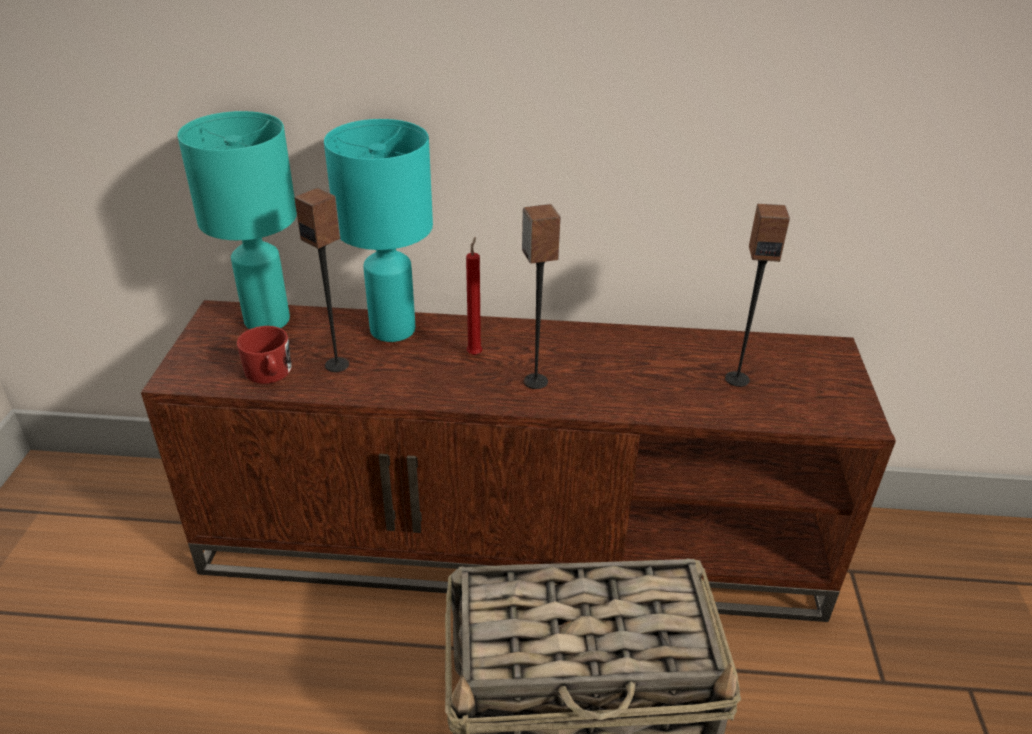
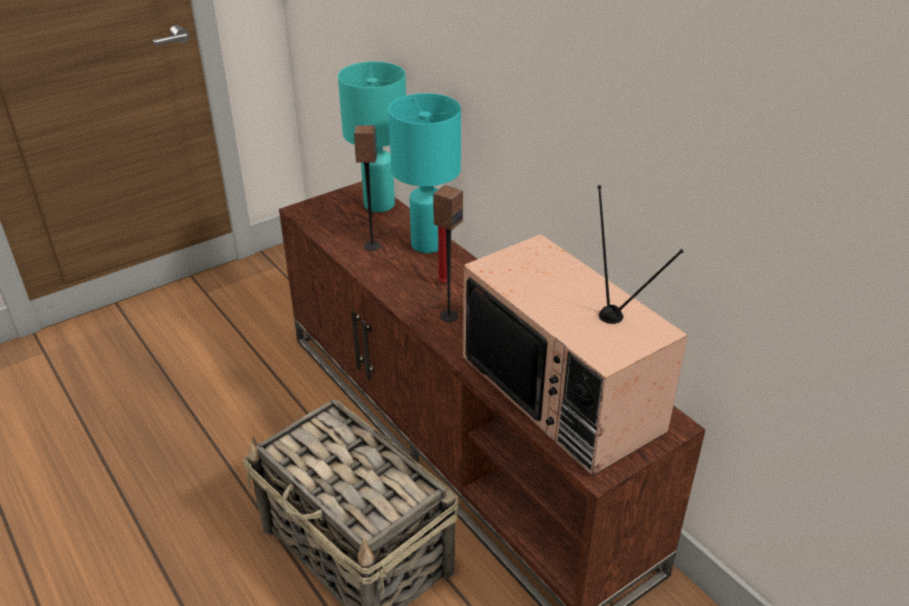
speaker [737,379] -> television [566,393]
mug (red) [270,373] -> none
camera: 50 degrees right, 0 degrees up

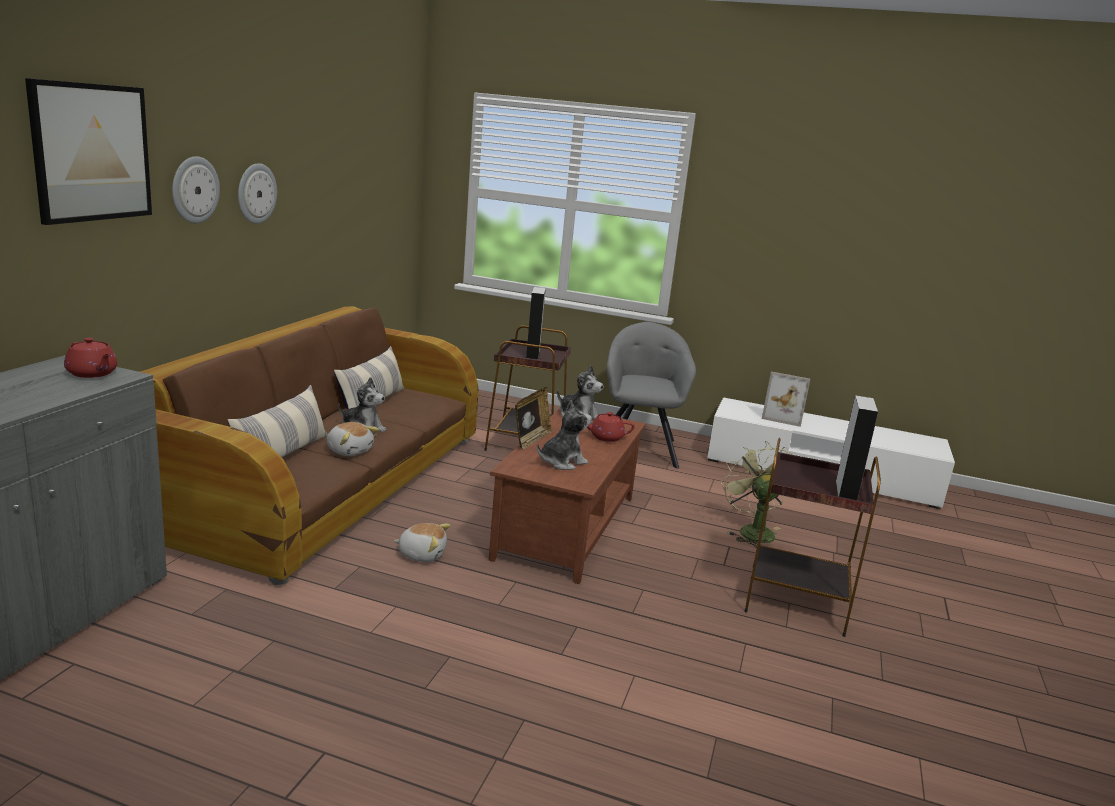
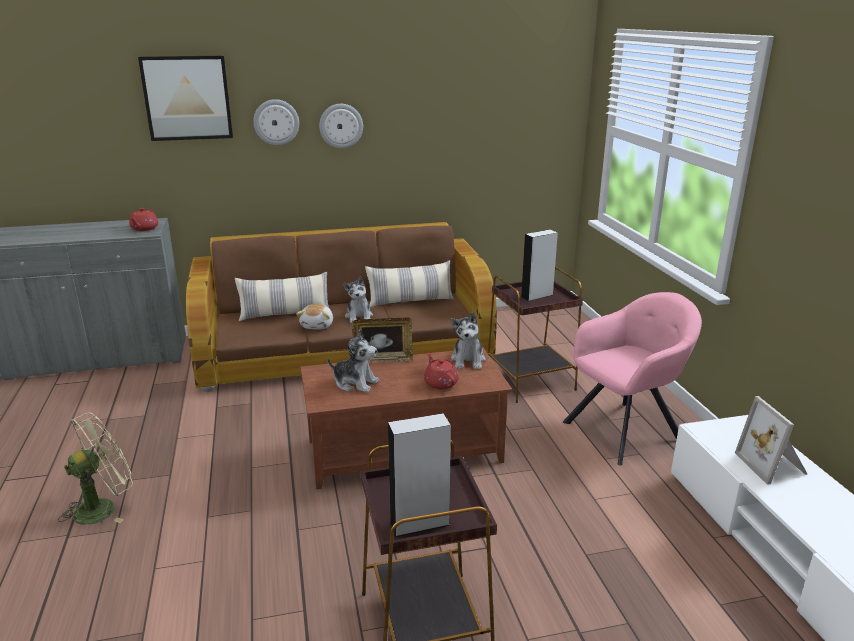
armchair (grey) [639,448] -> armchair (pink) [626,430]
fan (green) [752,531] -> fan (green) [103,507], shifted
plush toy [422,554] -> none
camera: 60 degrees right, 5 degrees up

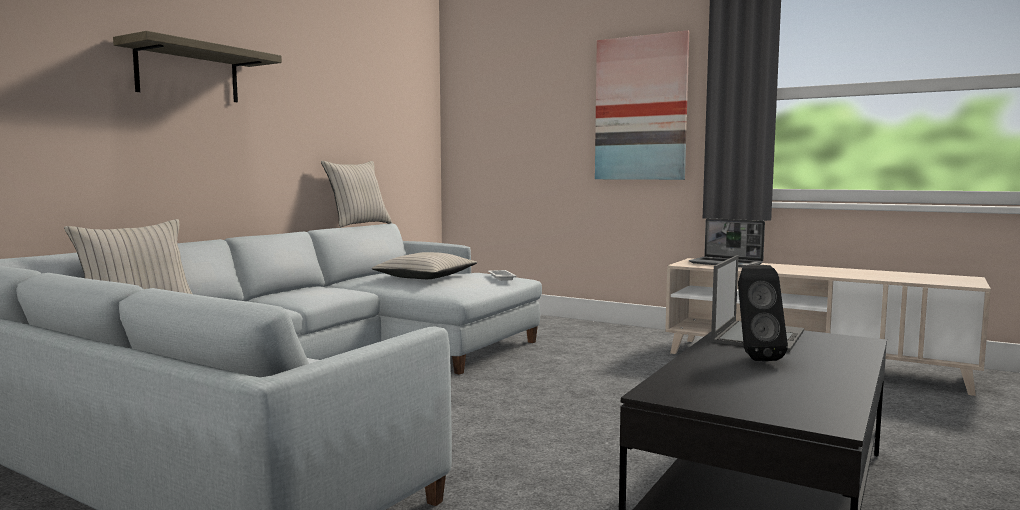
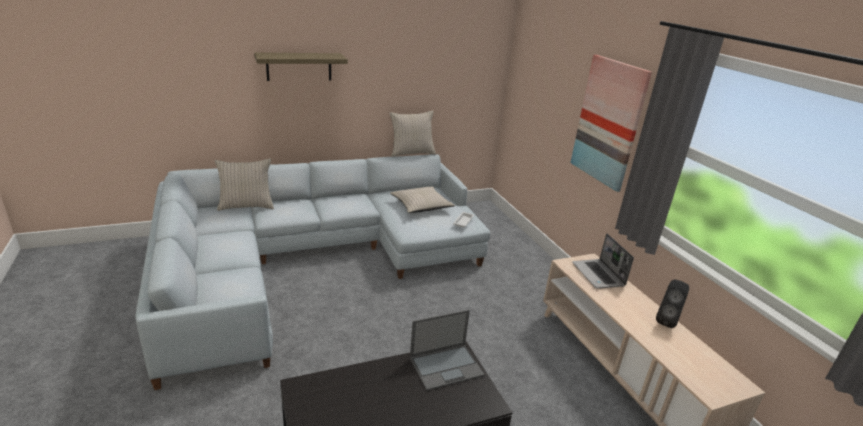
speaker (black) [754,357] -> speaker (black) [667,320], shifted
camera: 35 degrees right, 20 degrees up

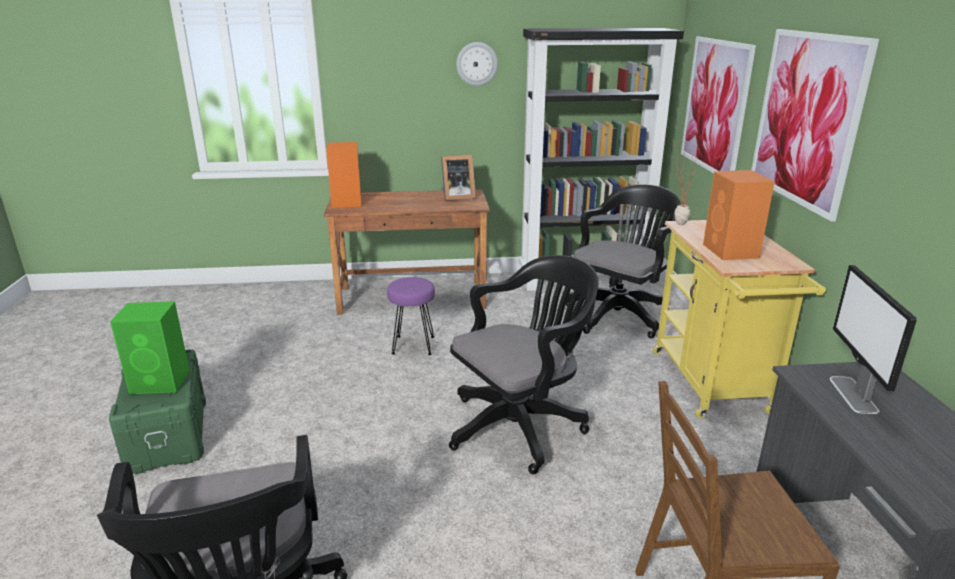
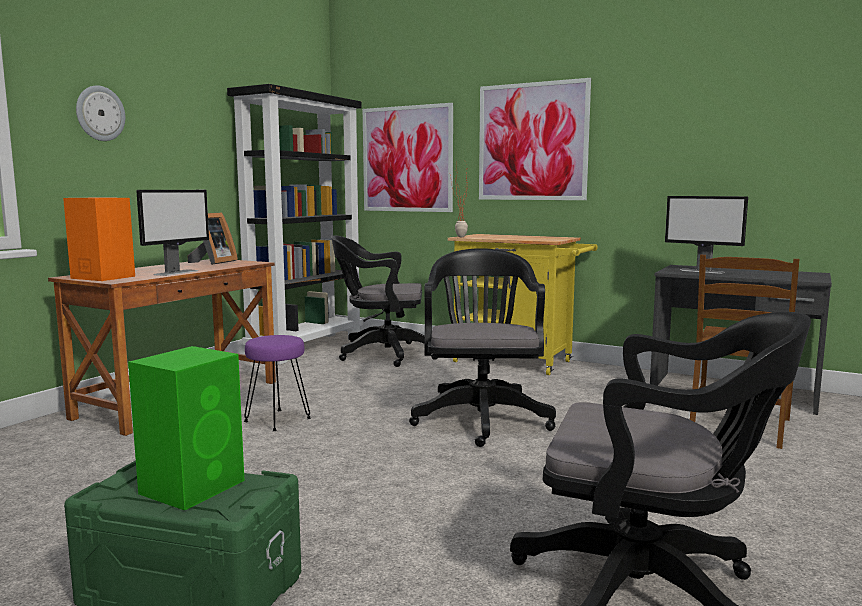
wall clock [477,64] -> wall clock [100,113], shifted
speaker (orange) [731,251] -> none
office chair (black) [619,314] -> office chair (black) [382,354], 75 degrees counterclockwise
none -> monitor [176,272]
camera: 55 degrees left, 15 degrees down

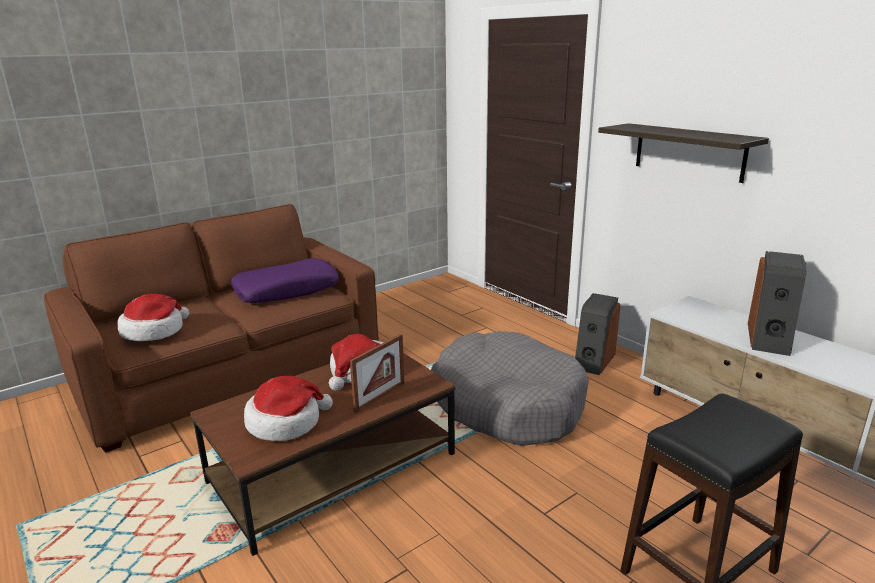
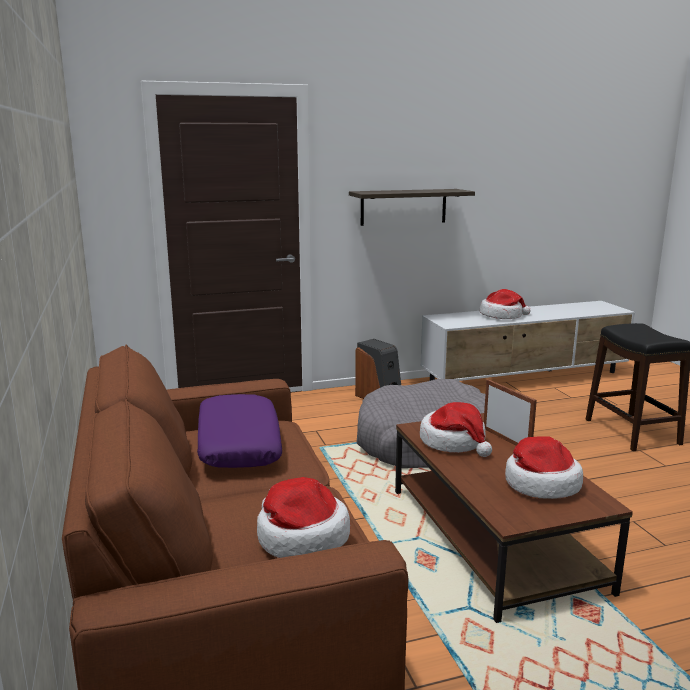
speaker [770,338] -> hat [502,315]
camera: 70 degrees left, 5 degrees down

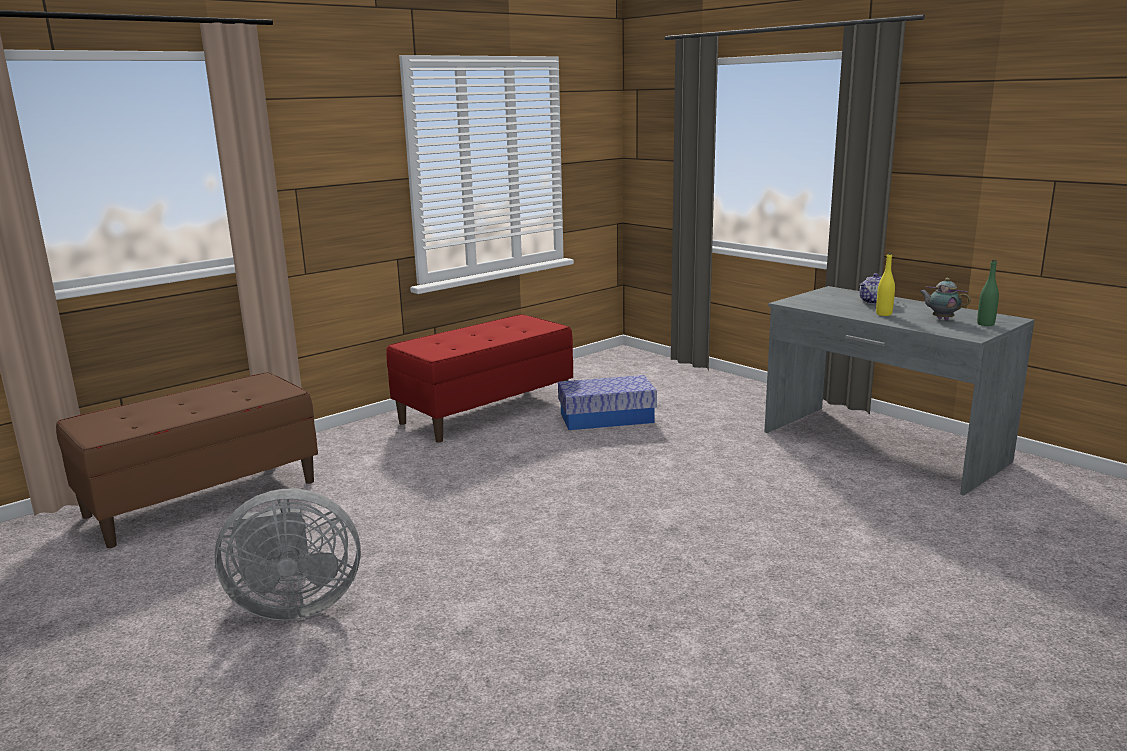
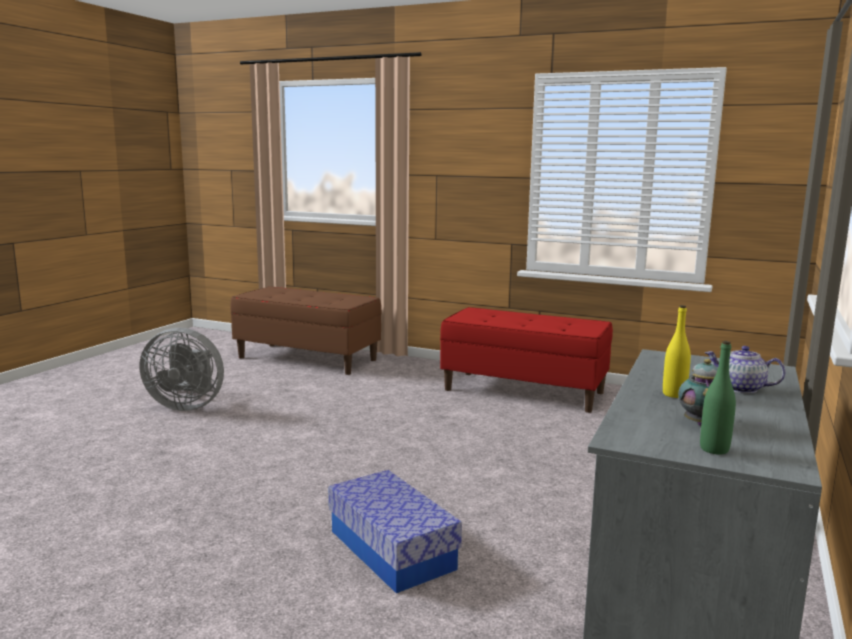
storage box [606,418] -> storage box [392,549], shifted
fan (grey) [293,606] -> fan (grey) [186,405], 45 degrees counterclockwise
camera: 65 degrees right, 5 degrees down

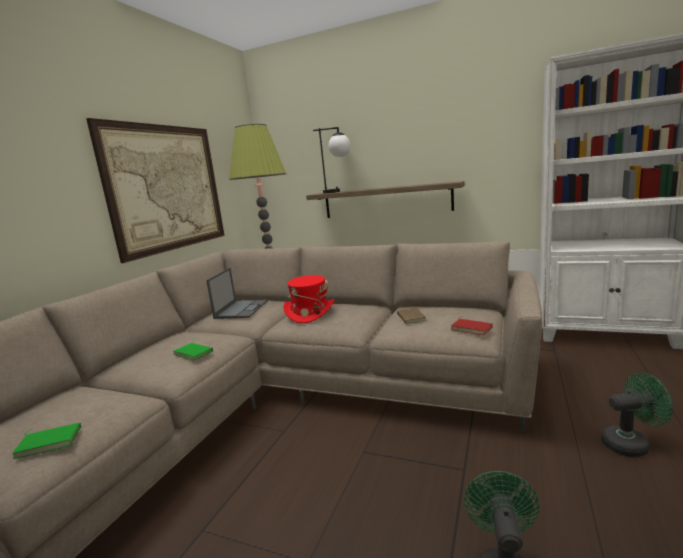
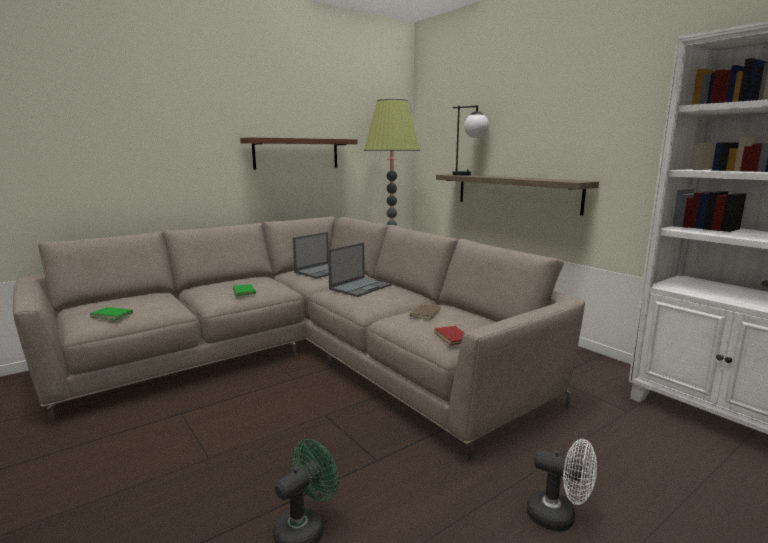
picture [167,188] -> shelf [296,153]
hat (red) [310,313] -> laptop [360,287]
fan (green) [631,444] -> fan (white) [559,517]
camera: 30 degrees right, 0 degrees up

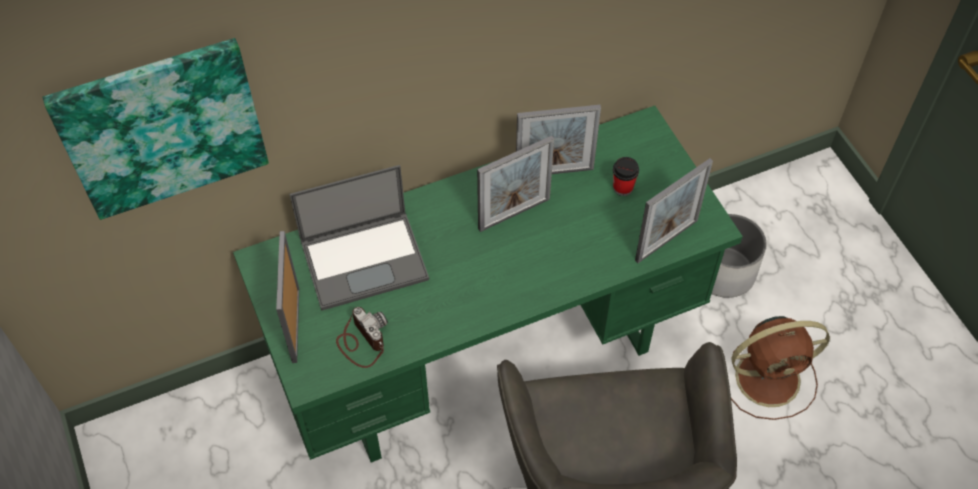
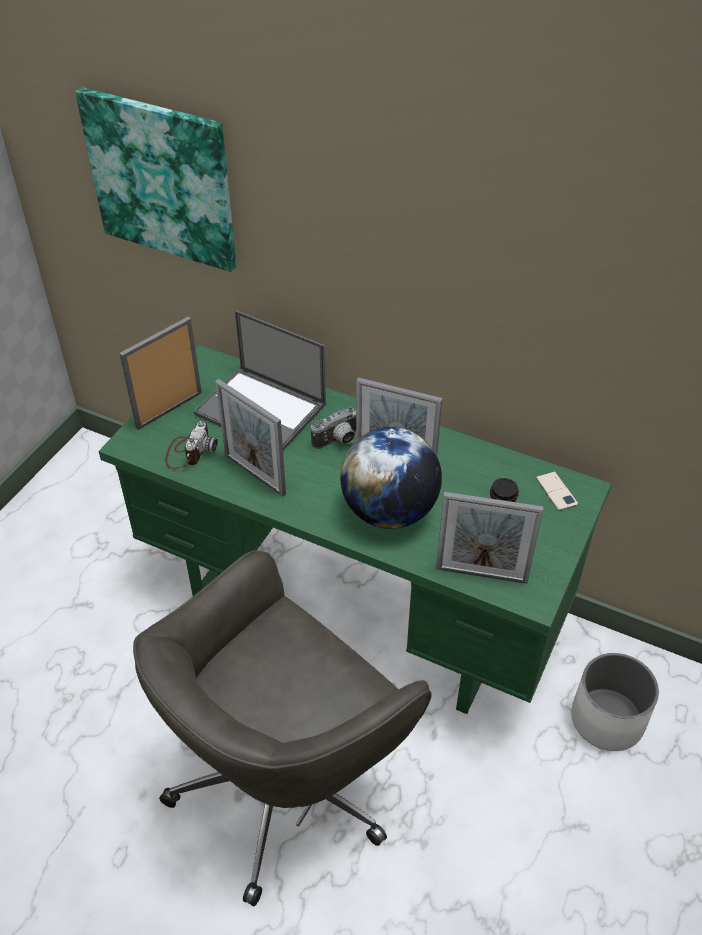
picture frame [554,172] -> picture frame [254,474], shifted
fan (brown) [770,377] -> none
none -> photo camera [338,441]
none -> globe [389,511]
none -> phone [556,491]
camera: 50 degrees right, 10 degrees down

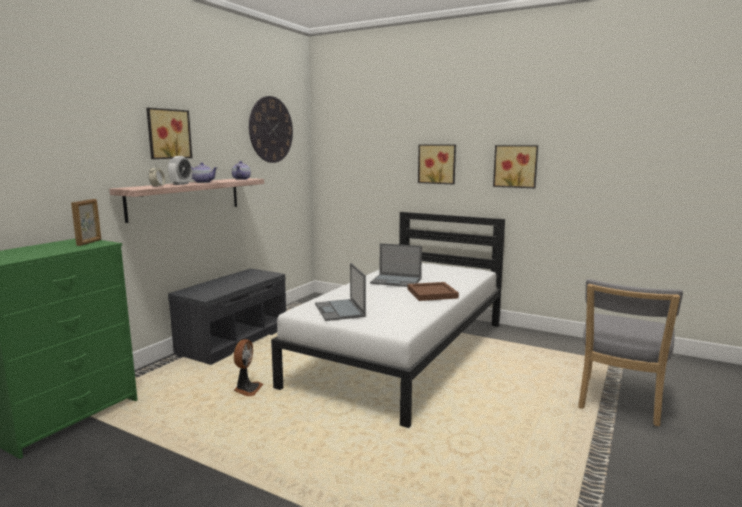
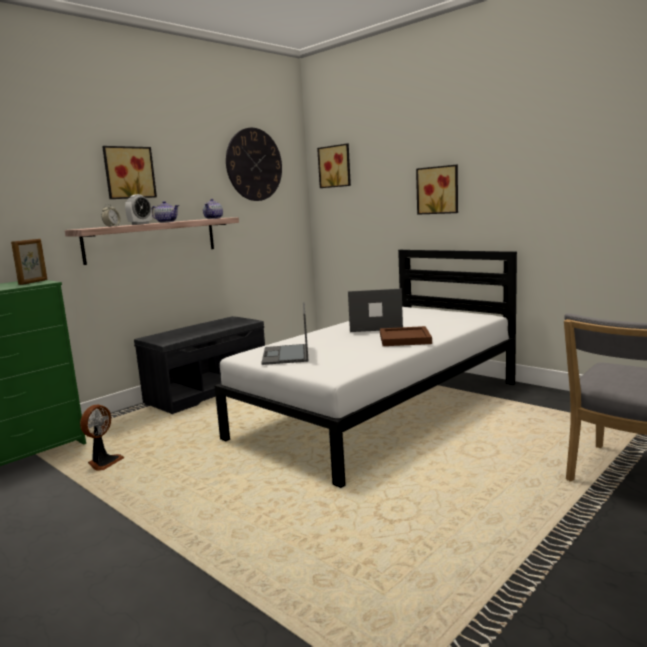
picture [515,166] -> picture [335,166], shifted
laptop [396,281] -> laptop [374,326], 150 degrees clockwise
fan [247,389] -> fan [103,463], shifted
camera: 15 degrees right, 0 degrees up

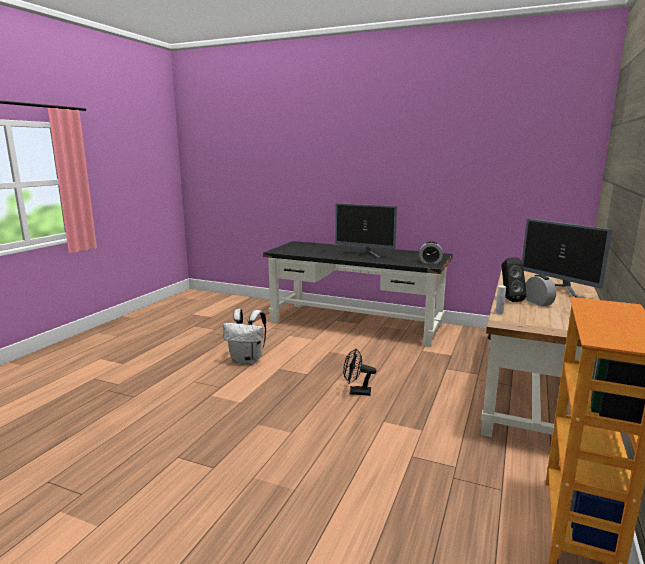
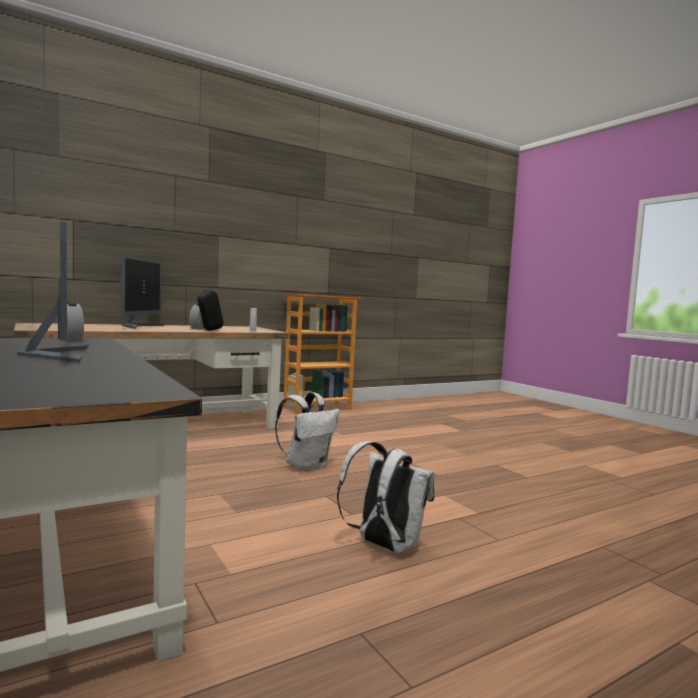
fan (black) [356,392] -> backpack (white) [306,466]
camera: 145 degrees left, 10 degrees down

